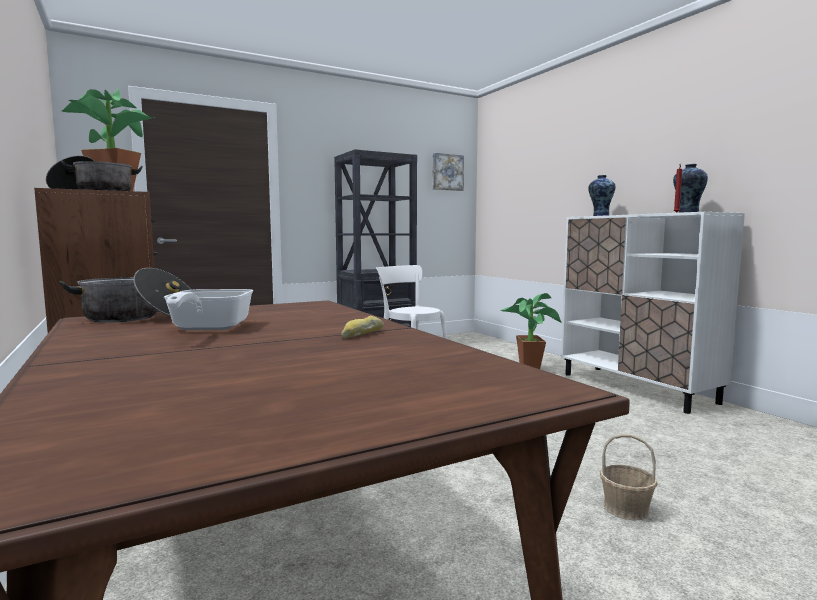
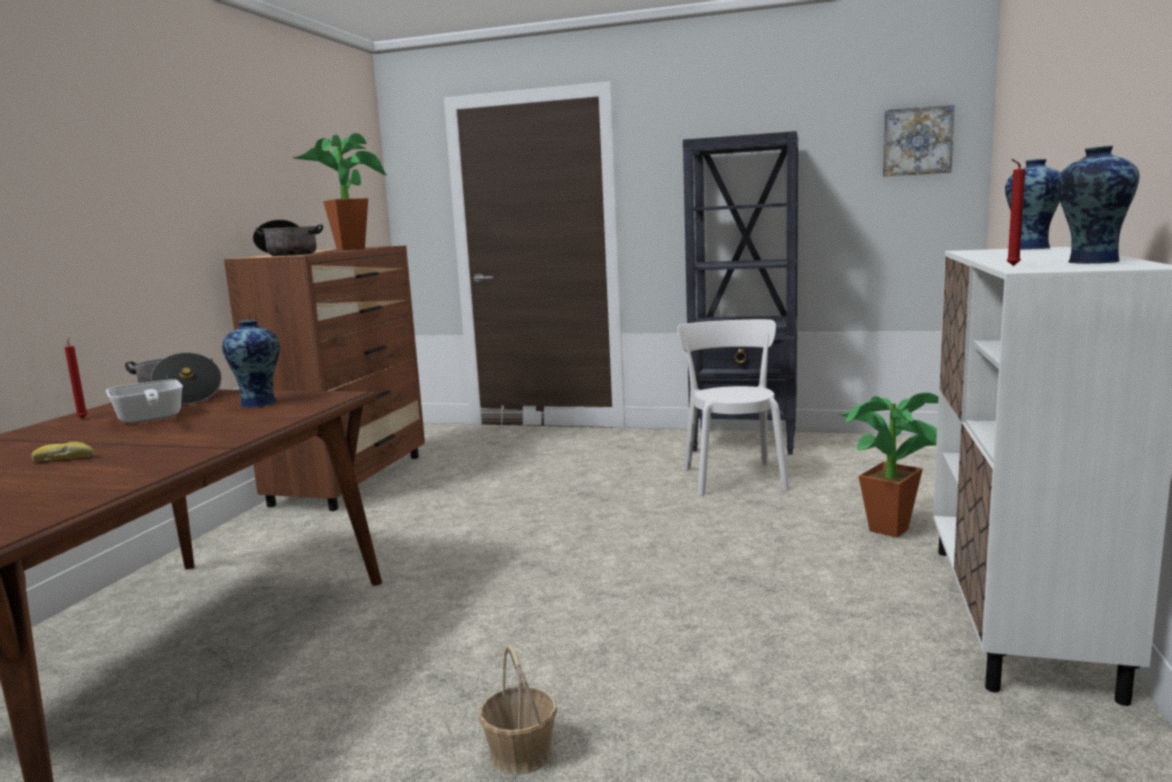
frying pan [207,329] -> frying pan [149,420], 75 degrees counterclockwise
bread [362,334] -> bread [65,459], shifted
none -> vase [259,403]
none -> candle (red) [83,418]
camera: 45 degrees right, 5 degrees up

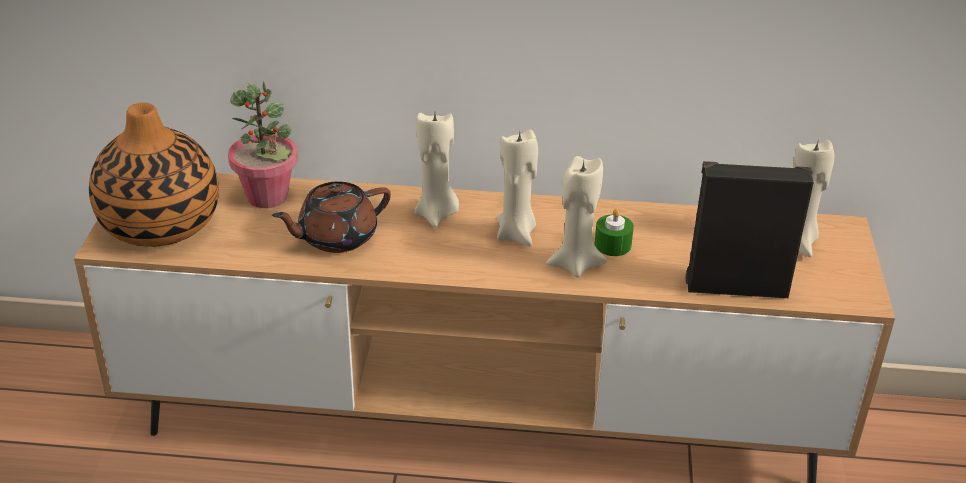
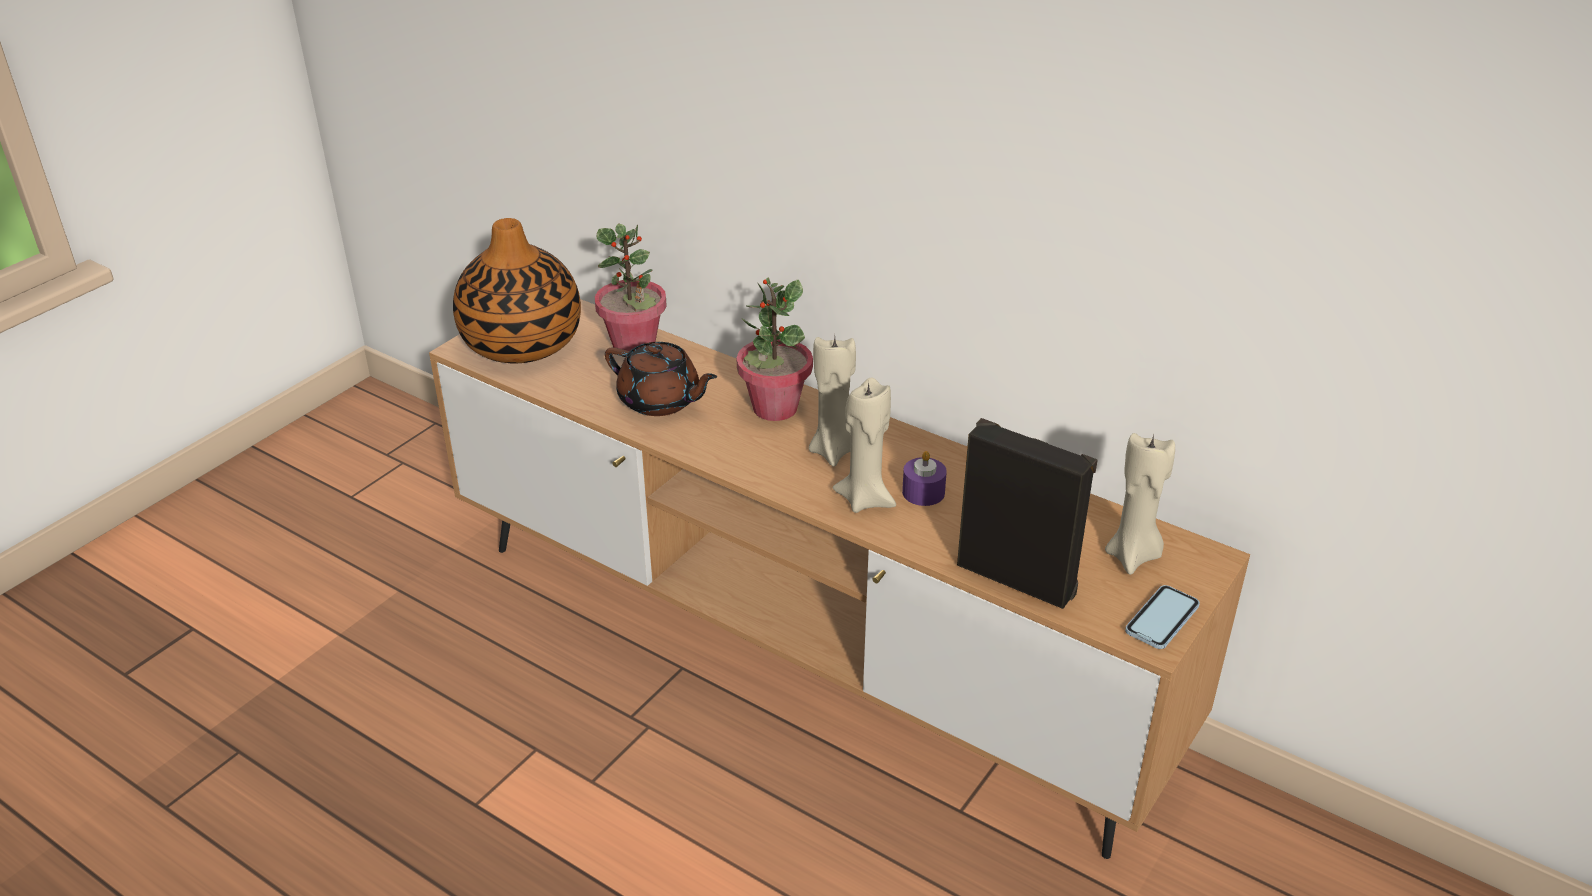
candle (beige) [437,214] -> potted plant [774,408]
teapot (brown) [336,237] -> teapot (brown) [660,401], 150 degrees counterclockwise
candle (green) [612,245] -> candle (purple) [923,492]
none -> phone [1162,619]
camera: 30 degrees right, 0 degrees up

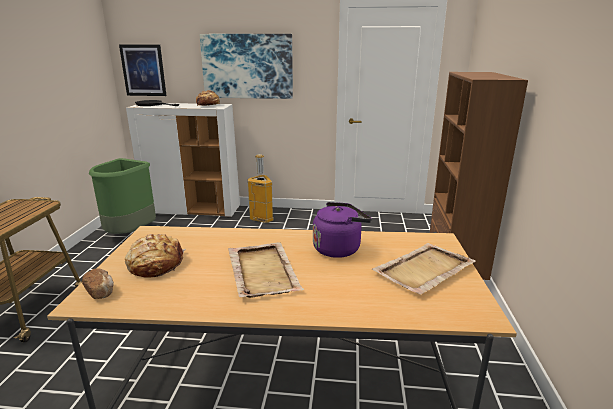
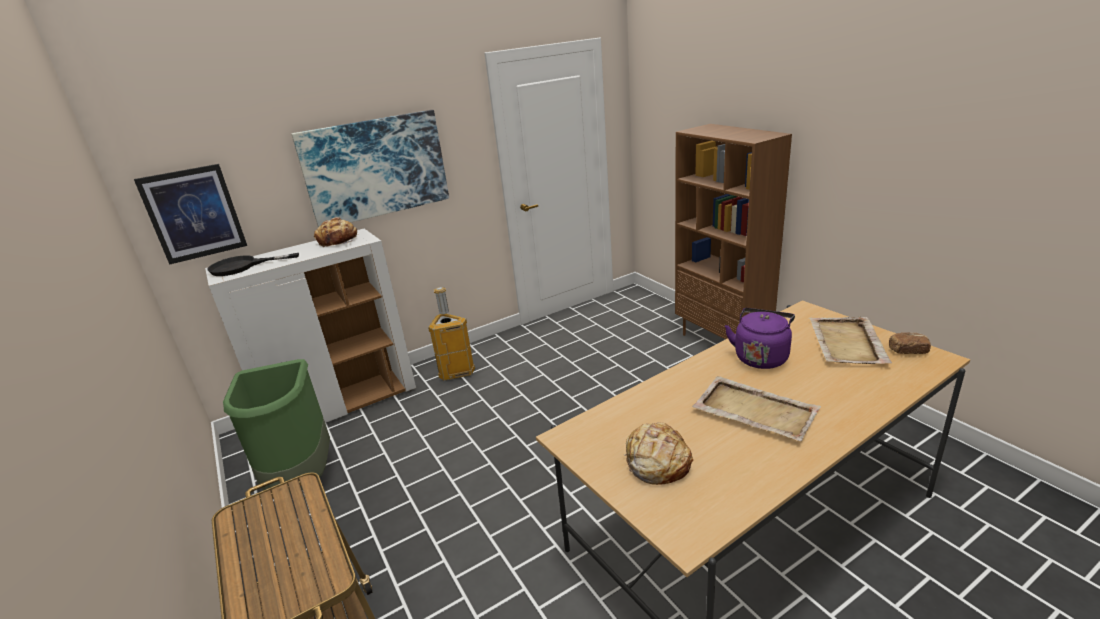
bread [101,291] -> bread [907,350], shifted
camera: 35 degrees left, 5 degrees up

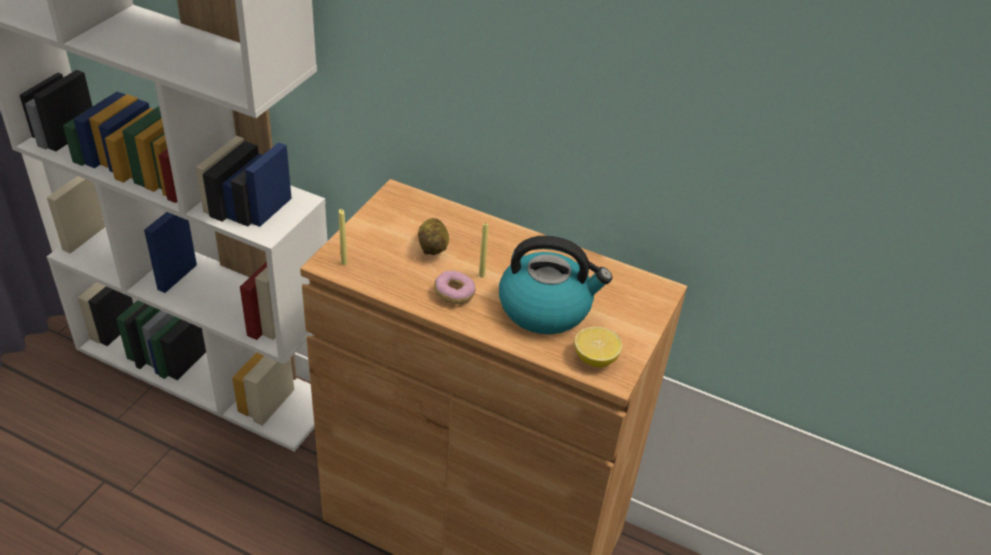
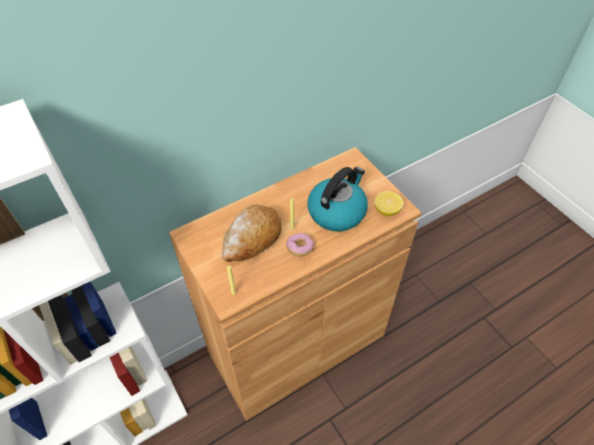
potato [434,247] -> bread [252,239]
camera: 55 degrees left, 10 degrees up

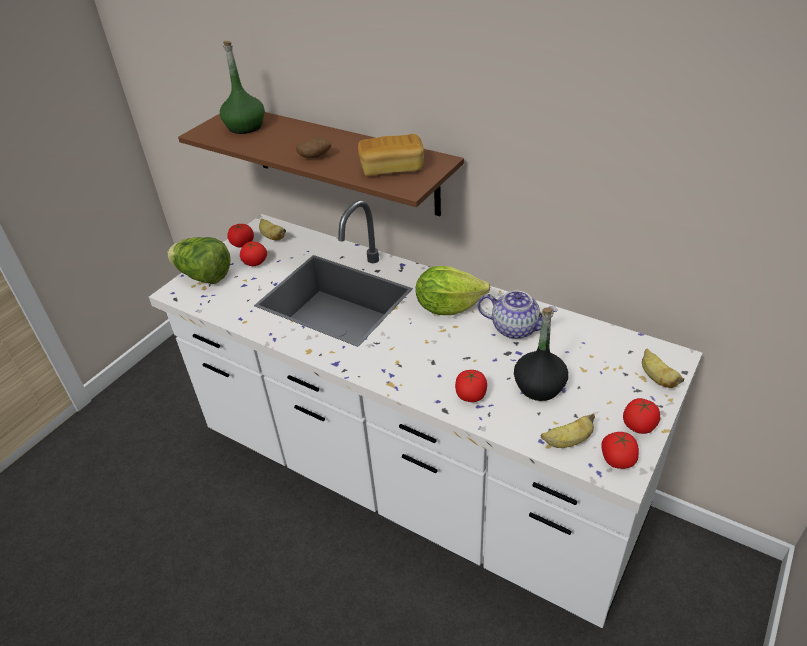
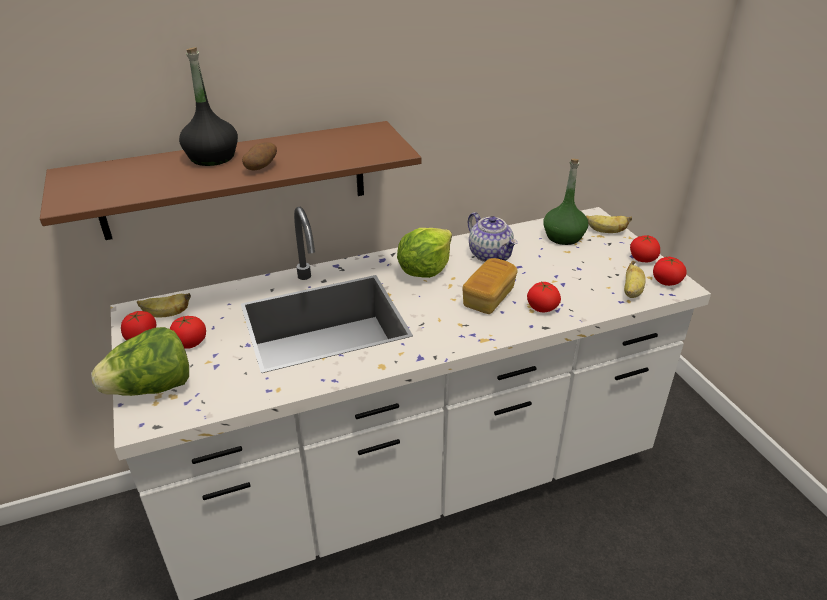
bottle (green) [245,127] -> bottle (green) [563,236], shifted
bread [392,169] -> bread [488,298], shifted
teapot [515,328] -> teapot [491,255], 90 degrees clockwise
bottle (black) [539,386] -> bottle (black) [212,157], shifted
camera: 55 degrees left, 5 degrees down

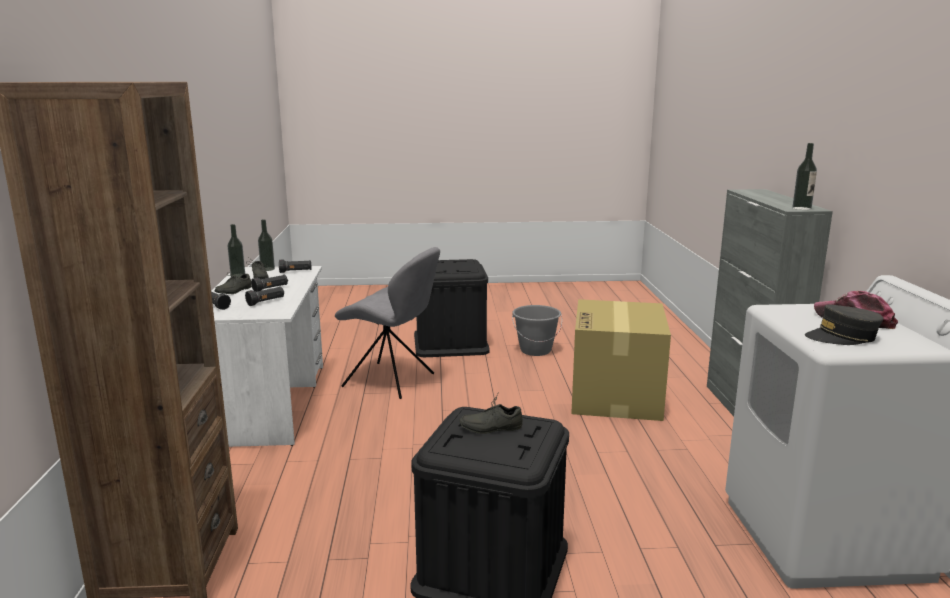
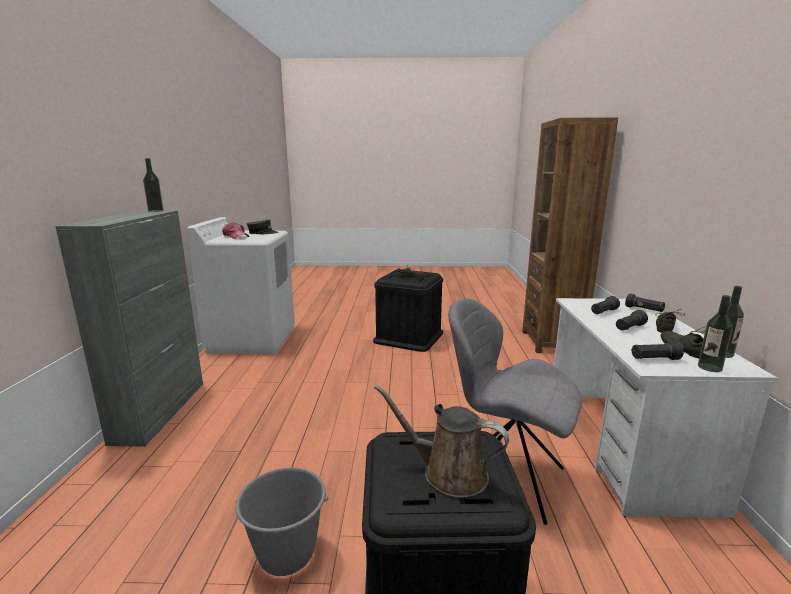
cardboard box [616,397] -> none
none -> watering can (brown) [448,473]
camera: 175 degrees left, 0 degrees up

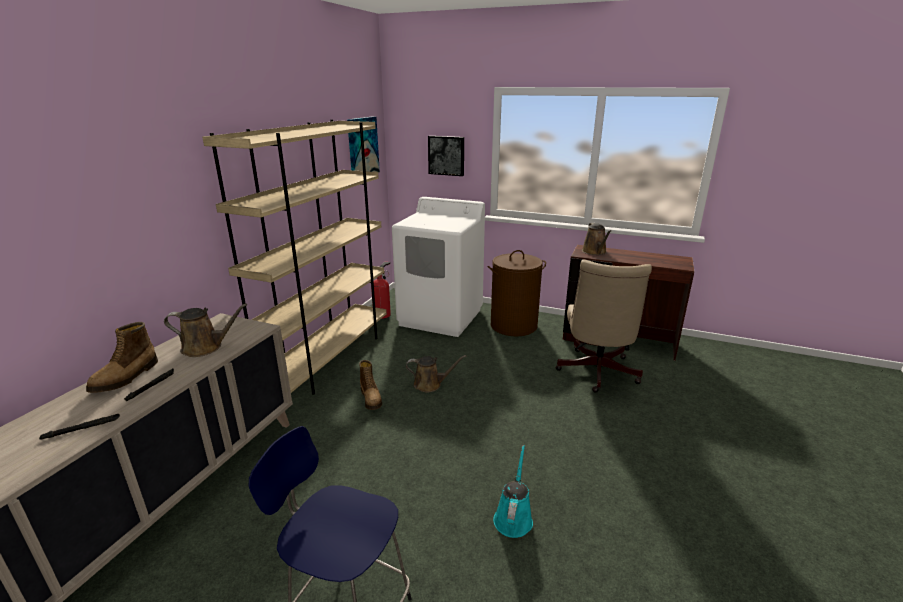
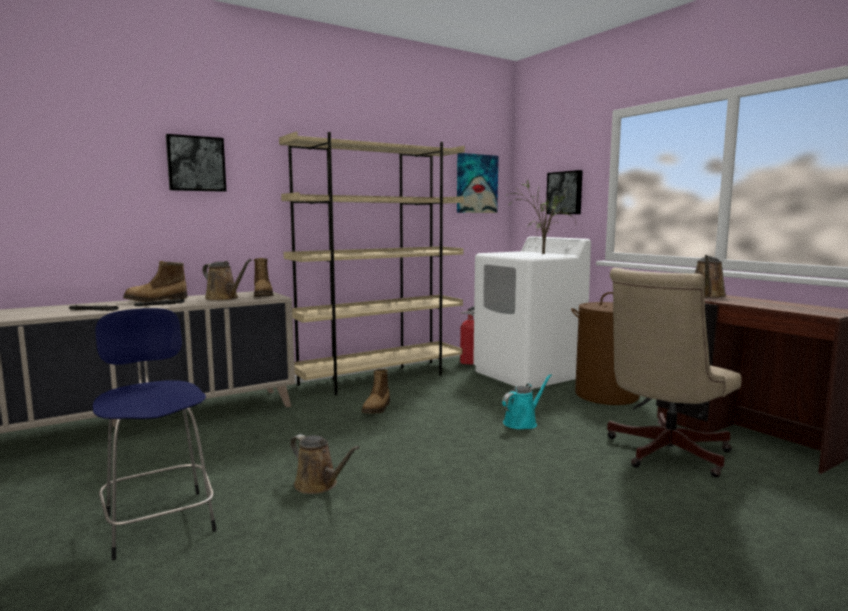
watering can (brown) [430,384] -> watering can (brown) [319,485], shifted
watering can (turquoise) [513,517] -> watering can (turquoise) [522,422], shifted
none -> picture [196,164]
none -> potted plant [540,254]
none -> boot [263,295]
camera: 35 degrees right, 15 degrees down

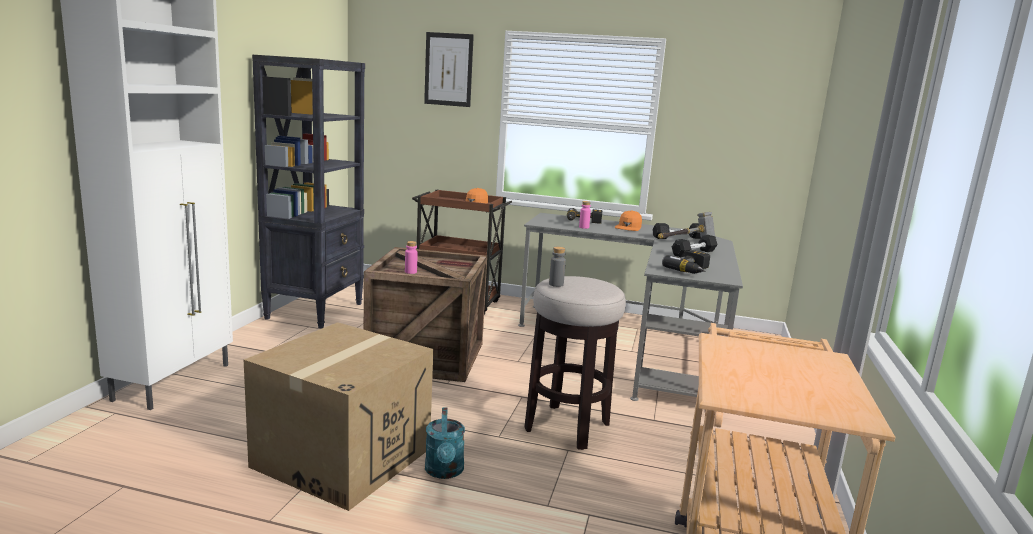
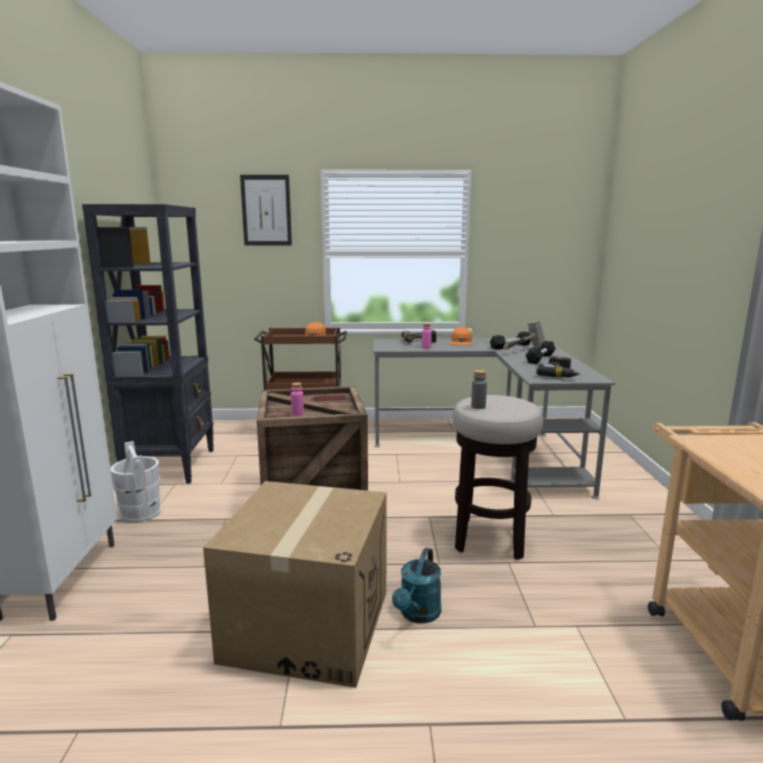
watering can (turquoise) [444,472] -> watering can (turquoise) [418,615], 45 degrees clockwise
none -> bucket (white) [141,513]
camera: 15 degrees left, 0 degrees up

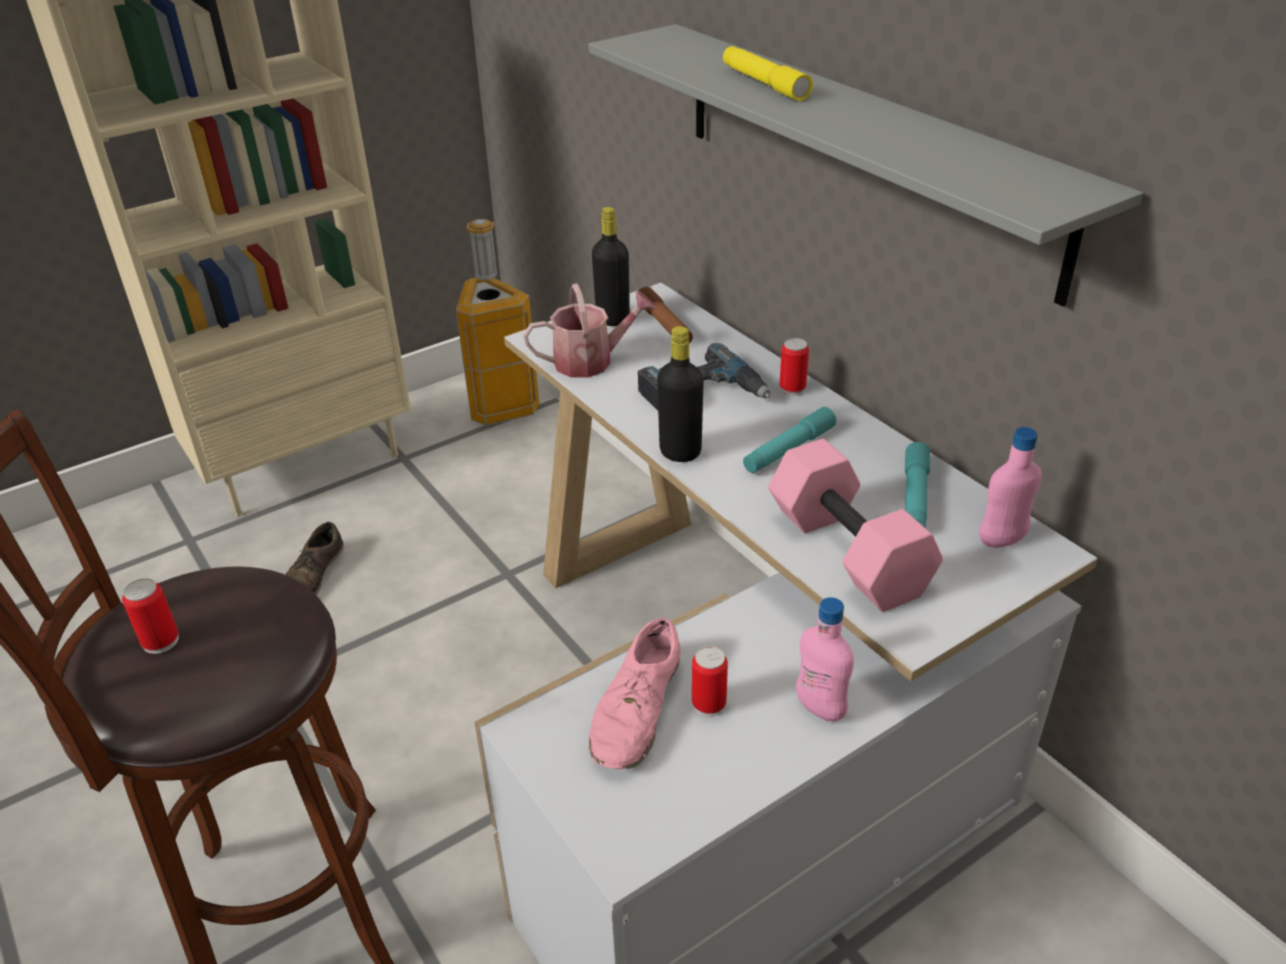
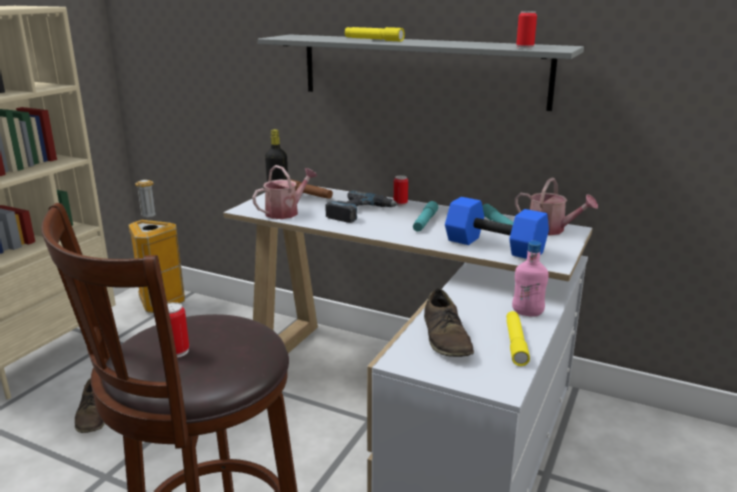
bottle (black) [680,452] -> none
bottle (pink) [1002,540] -> watering can [551,230]
dumbbell (pink) [844,552] -> dumbbell (blue) [493,247]
shoe (pink) [637,710] -> shoe (brown) [446,337]
can [709,704] -> can [524,48], shifted
none -> flashlight (yellow) [515,343]
camera: 30 degrees left, 15 degrees down

